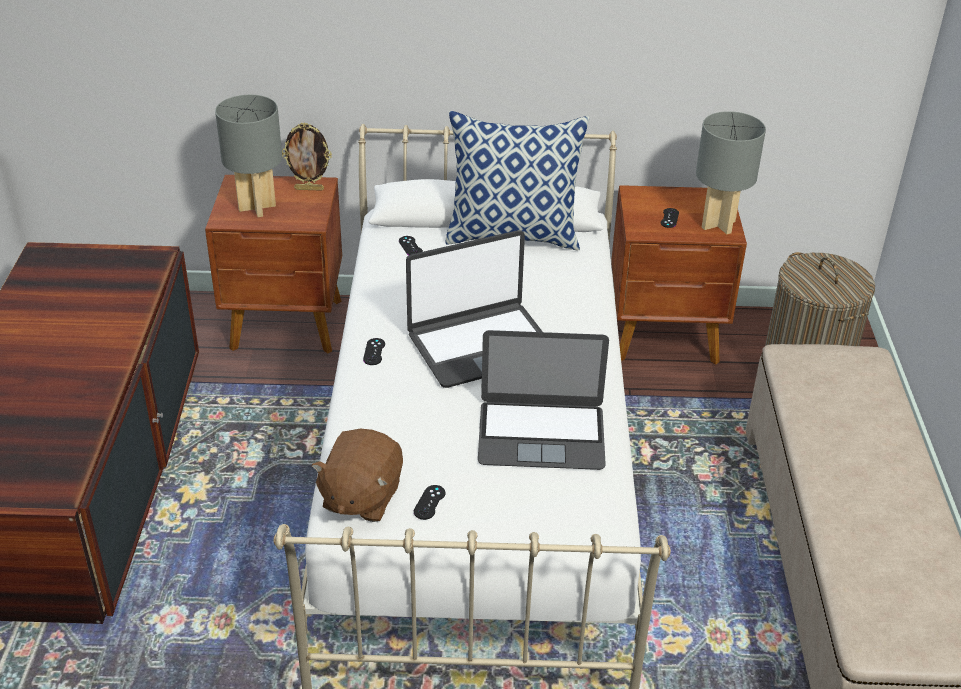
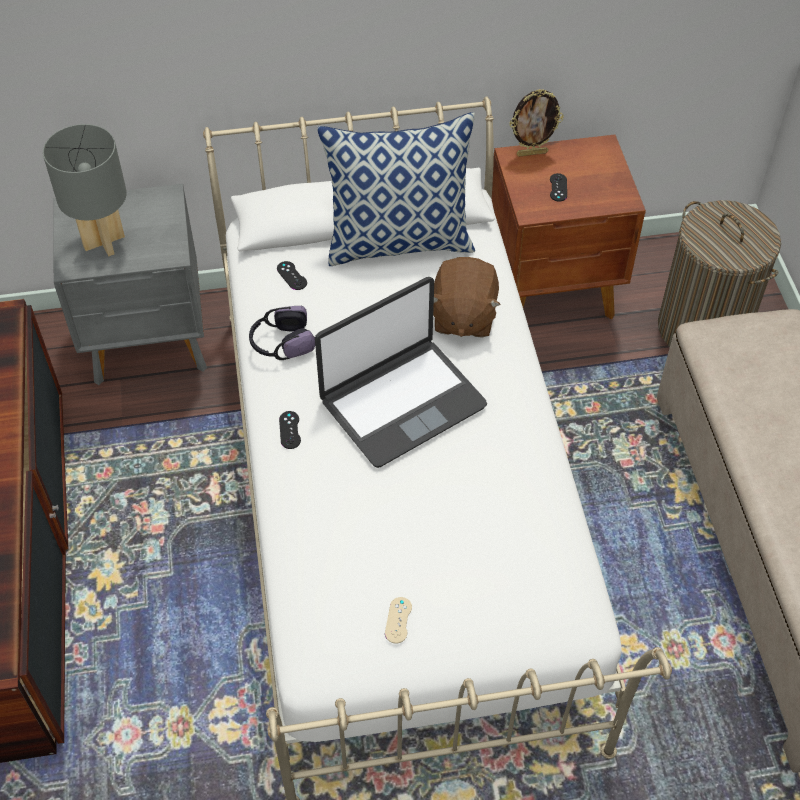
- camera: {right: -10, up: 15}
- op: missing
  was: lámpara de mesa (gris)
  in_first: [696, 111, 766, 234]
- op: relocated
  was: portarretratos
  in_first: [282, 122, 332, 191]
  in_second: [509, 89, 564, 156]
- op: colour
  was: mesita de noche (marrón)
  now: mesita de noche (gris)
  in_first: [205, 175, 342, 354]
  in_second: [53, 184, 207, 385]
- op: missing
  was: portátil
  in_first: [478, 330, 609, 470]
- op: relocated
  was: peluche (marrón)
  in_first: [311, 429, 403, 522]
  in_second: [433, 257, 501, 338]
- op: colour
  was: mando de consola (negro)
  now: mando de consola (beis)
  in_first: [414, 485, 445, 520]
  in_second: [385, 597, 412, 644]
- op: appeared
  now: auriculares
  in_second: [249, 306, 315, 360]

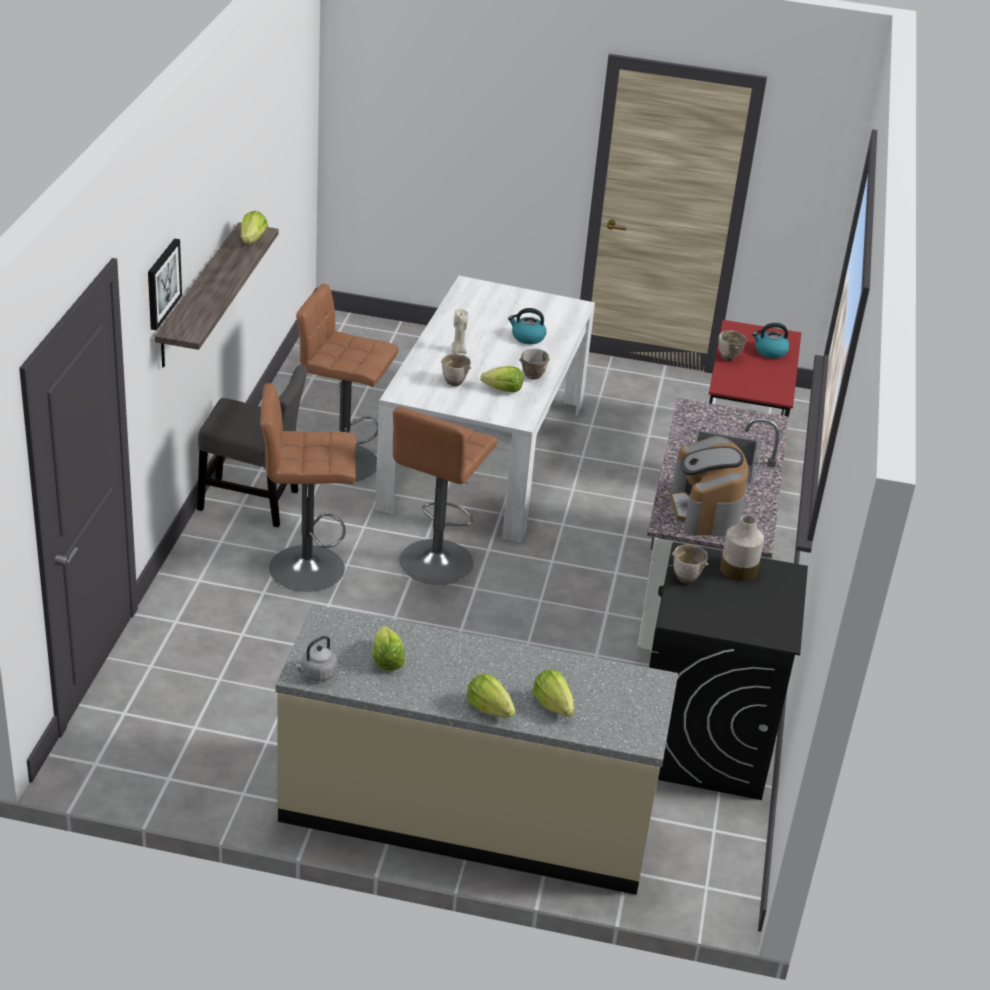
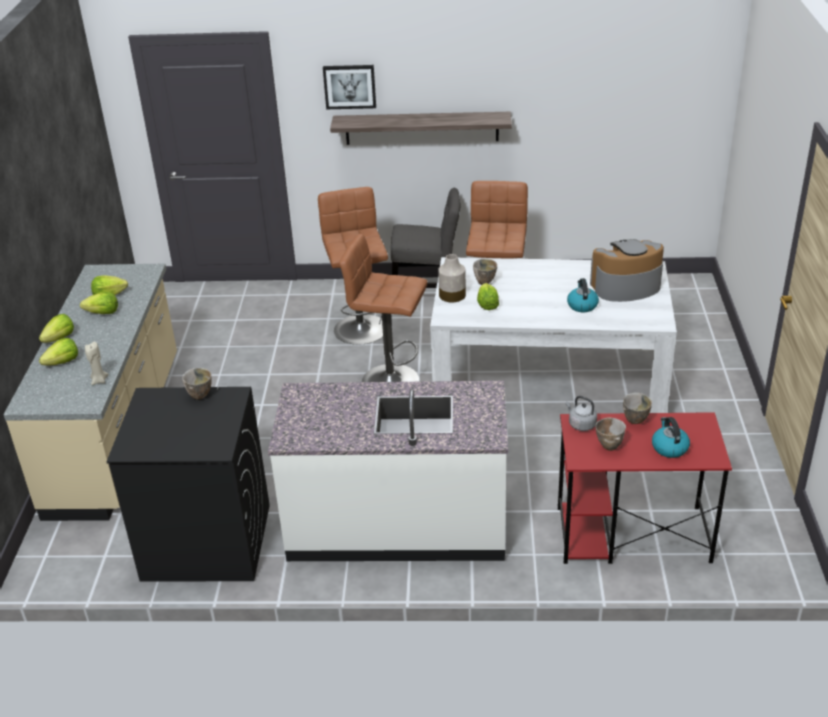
- camera: {right: 85, up: 0}
- op: relocated
  was: lechuga
  in_first: [241, 211, 268, 244]
  in_second: [80, 292, 118, 314]
- op: relocated
  was: vela (beis)
  in_first: [452, 309, 468, 354]
  in_second: [85, 342, 108, 385]
- op: relocated
  was: cuenco
  in_first: [519, 348, 550, 379]
  in_second: [595, 418, 626, 451]
- op: spun
  was: silla (gris)
  in_first: [197, 364, 308, 527]
  in_second: [391, 188, 461, 288]
  clockwise: -90
- op: relocated
  was: cafetera
  in_first: [670, 436, 749, 536]
  in_second: [590, 239, 664, 302]
- op: relocated
  was: florero (beis)
  in_first: [720, 515, 764, 581]
  in_second: [438, 254, 466, 302]
- op: relocated
  was: hervidor (gris)
  in_first: [294, 636, 337, 681]
  in_second: [566, 396, 597, 431]

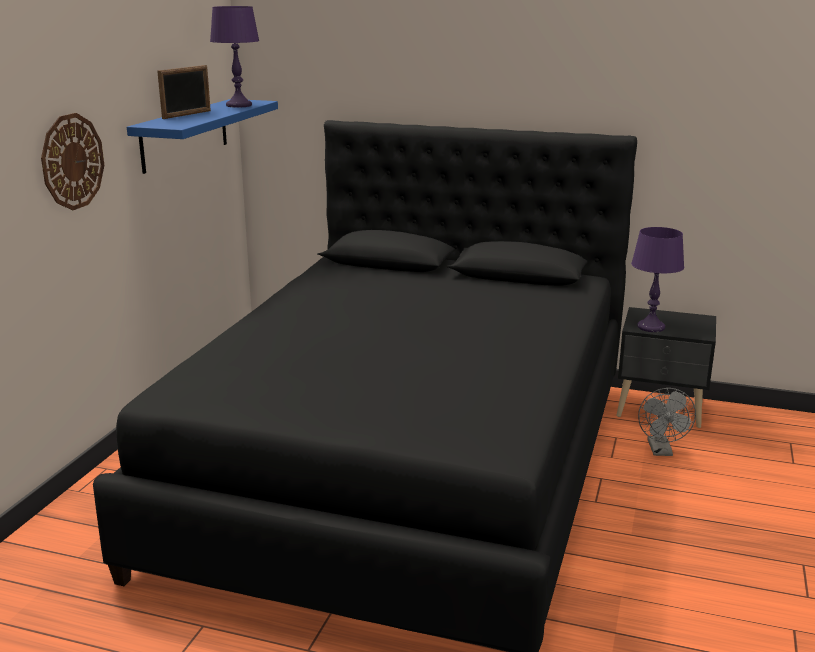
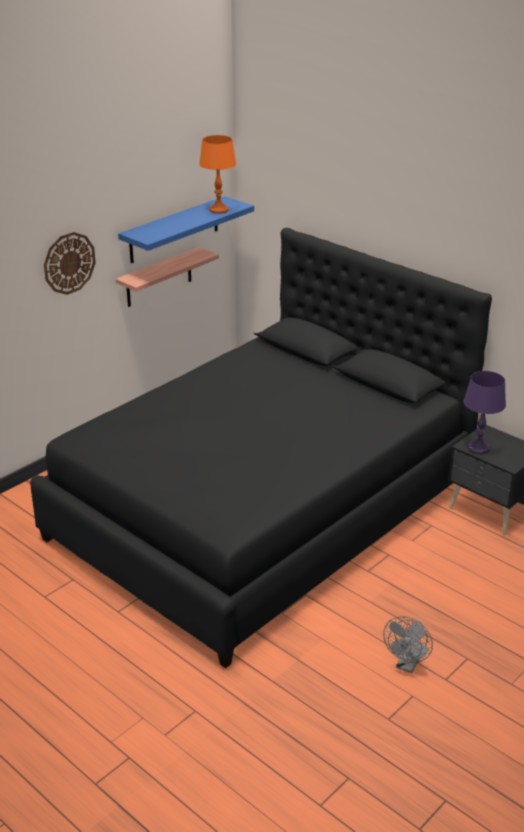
- camera: {right: 25, up: 10}
- op: colour
  was: lámpara de mesa (morado)
  now: lámpara de mesa (naranja)
  in_first: [210, 6, 260, 108]
  in_second: [199, 135, 236, 214]
- op: missing
  was: portarretratos
  in_first: [157, 65, 211, 119]
- op: relocated
  was: ventilador (gris)
  in_first: [638, 388, 696, 456]
  in_second: [383, 616, 433, 673]
- op: appeared
  now: estante
  in_second: [116, 247, 219, 307]

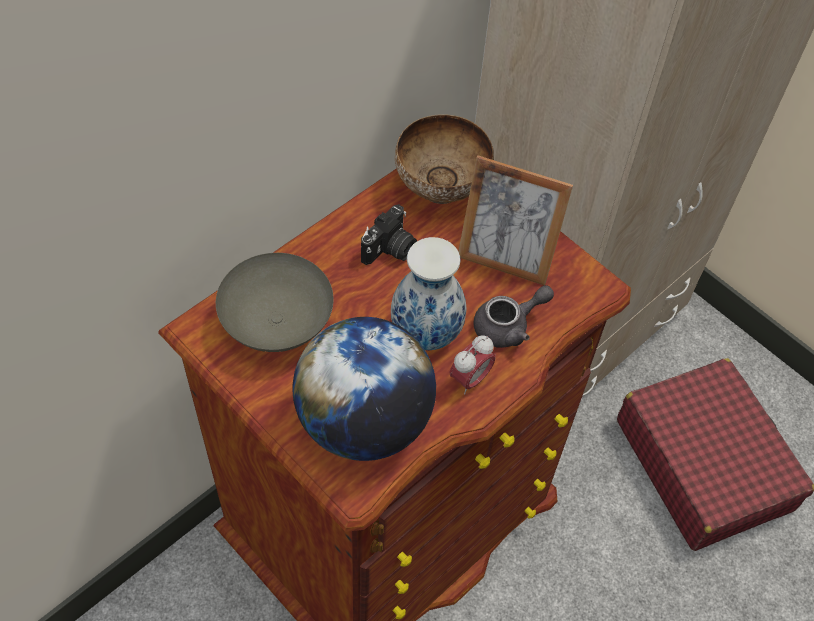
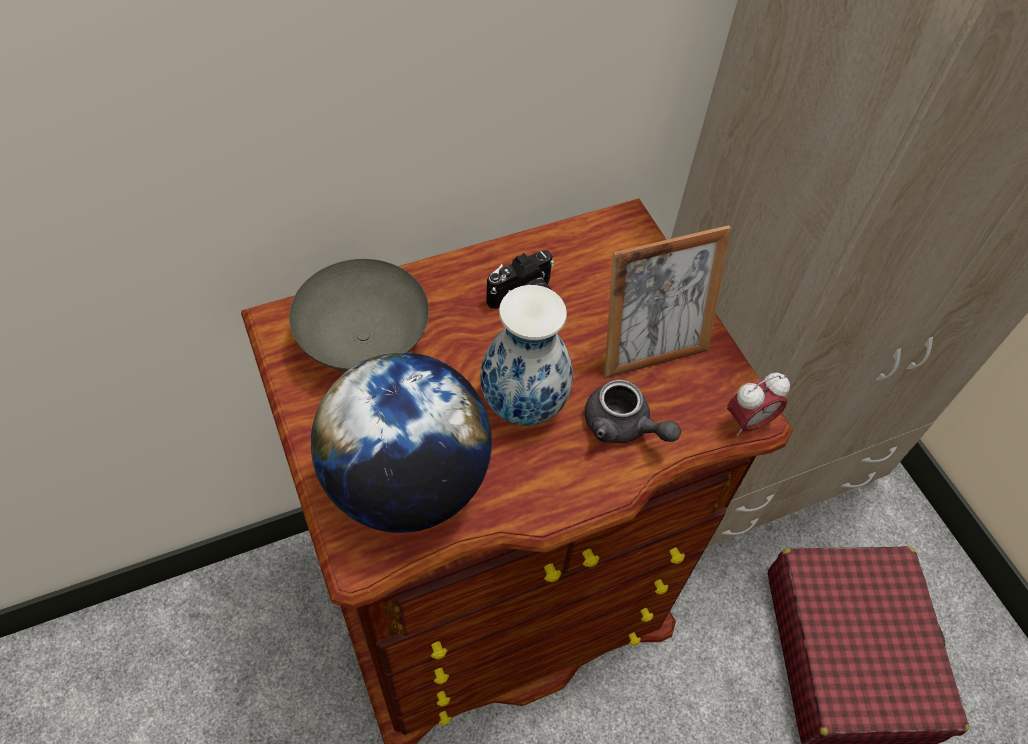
- camera: {right: 20, up: 0}
- op: missing
  was: cuenco
  in_first: [395, 115, 494, 204]
- op: spun
  was: portarretratos
  in_first: [458, 155, 573, 285]
  in_second: [604, 225, 731, 378]
  clockwise: -60
- op: spun
  was: tetera (gris)
  in_first: [473, 285, 554, 348]
  in_second: [585, 379, 681, 443]
  clockwise: 45
- op: relocated
  was: despertador
  in_first: [449, 335, 495, 394]
  in_second: [727, 373, 790, 436]

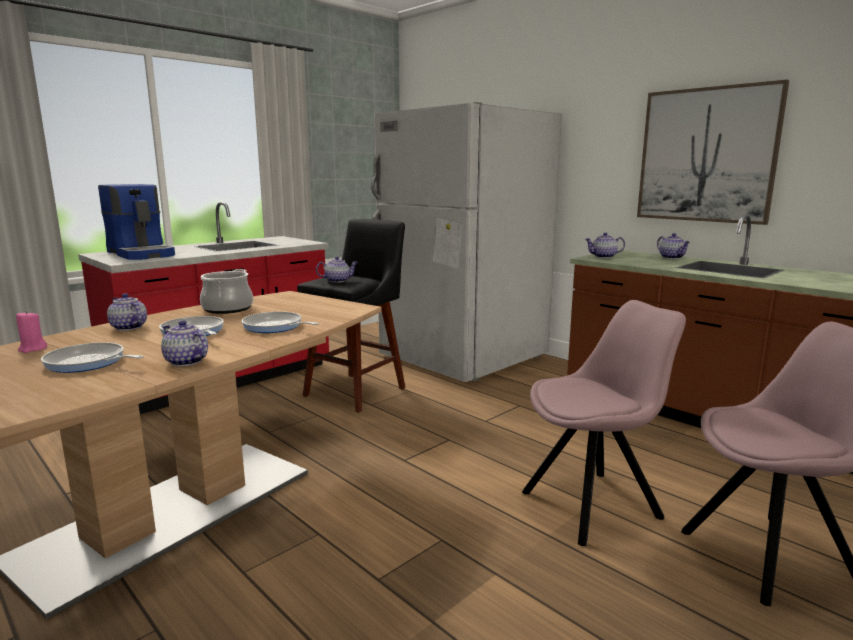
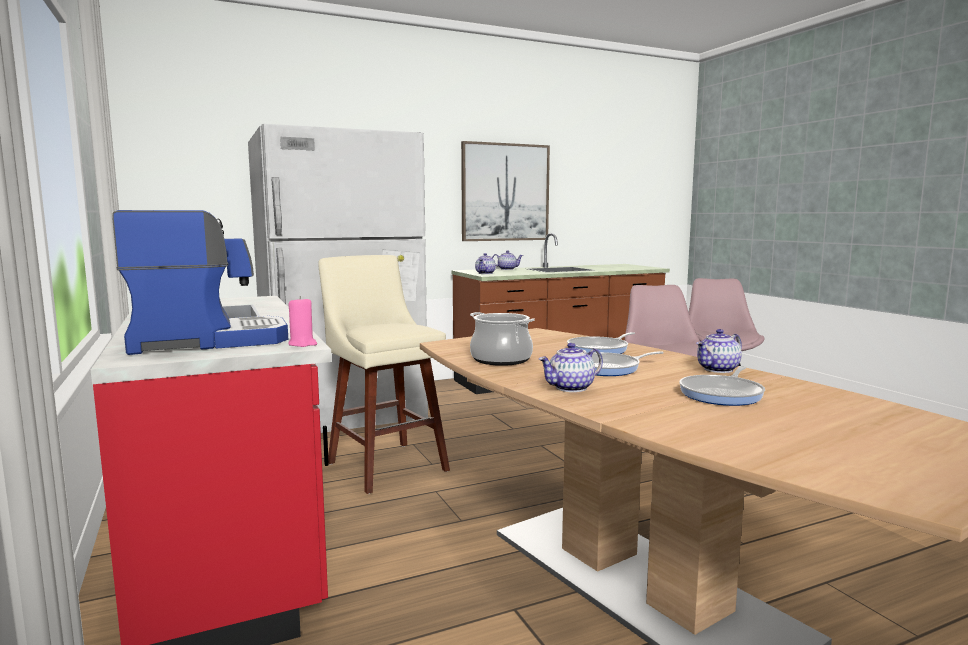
- camera: {right: -70, up: -5}
- op: colour
  was: taburete (negro)
  now: taburete (beis)
  in_first: [297, 219, 406, 413]
  in_second: [318, 255, 450, 494]
- op: missing
  was: tetera
  in_first: [316, 256, 358, 283]
- op: relocated
  was: vela (rosa)
  in_first: [16, 311, 47, 353]
  in_second: [288, 296, 317, 347]

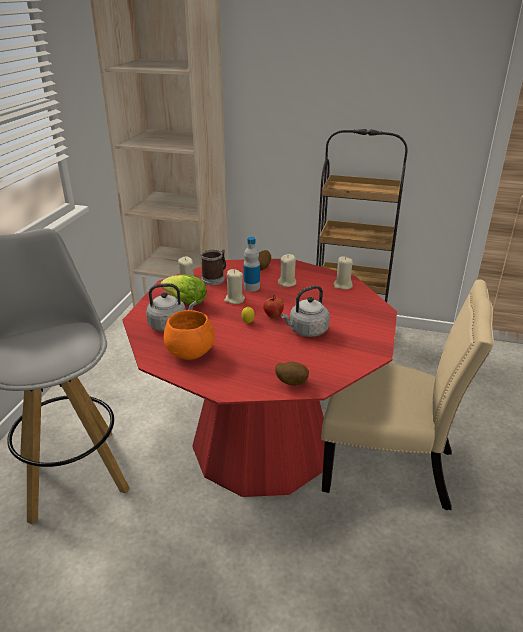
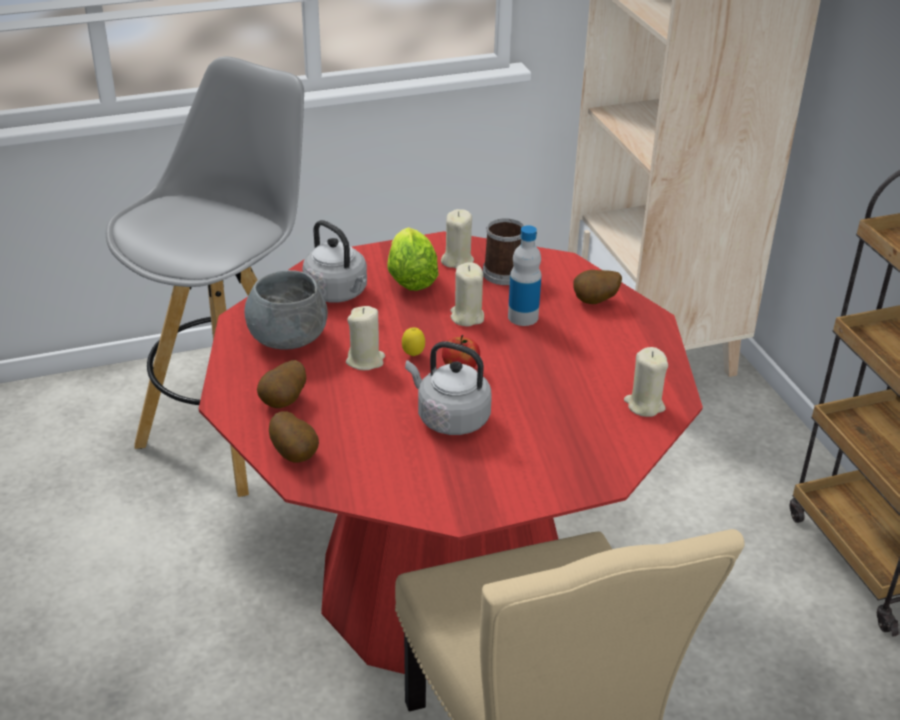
- camera: {right: 55, up: 5}
- op: relocated
  was: vela (beis)
  in_first: [278, 254, 296, 287]
  in_second: [346, 306, 385, 370]
- op: colour
  was: cuenco (naranja)
  now: cuenco (gris)
  in_first: [163, 310, 215, 360]
  in_second: [244, 270, 328, 350]
- op: appeared
  now: patata
  in_second: [257, 360, 306, 408]

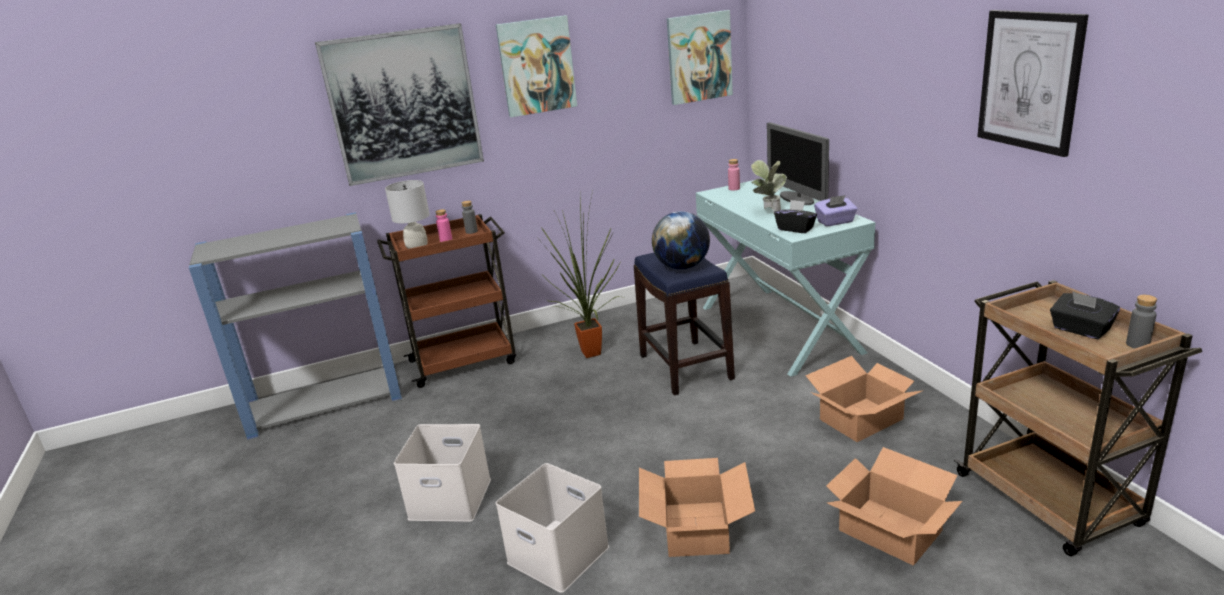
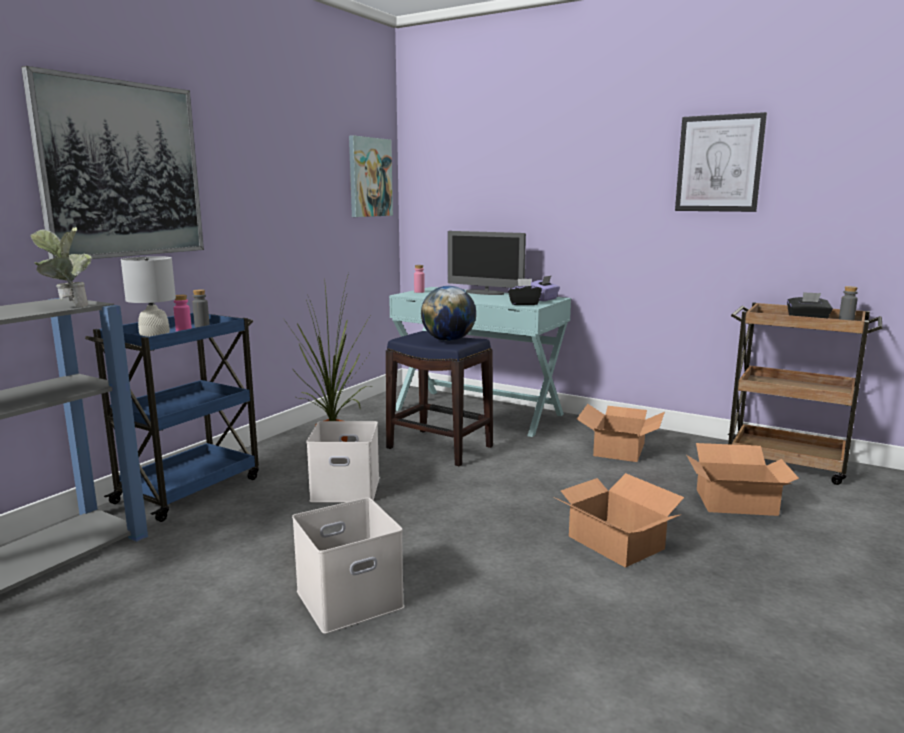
- camera: {right: -40, up: -10}
- op: missing
  was: cuadro
  in_first: [495, 15, 577, 117]
- op: relocated
  was: planta en maceta
  in_first: [751, 160, 787, 214]
  in_second: [30, 227, 92, 307]
- op: colour
  was: carrito (marrón)
  now: carrito (azul)
  in_first: [377, 214, 516, 388]
  in_second: [85, 313, 259, 522]
- op: relocated
  was: caja de almacenaje (blanco)
  in_first: [496, 463, 609, 593]
  in_second: [307, 421, 379, 502]

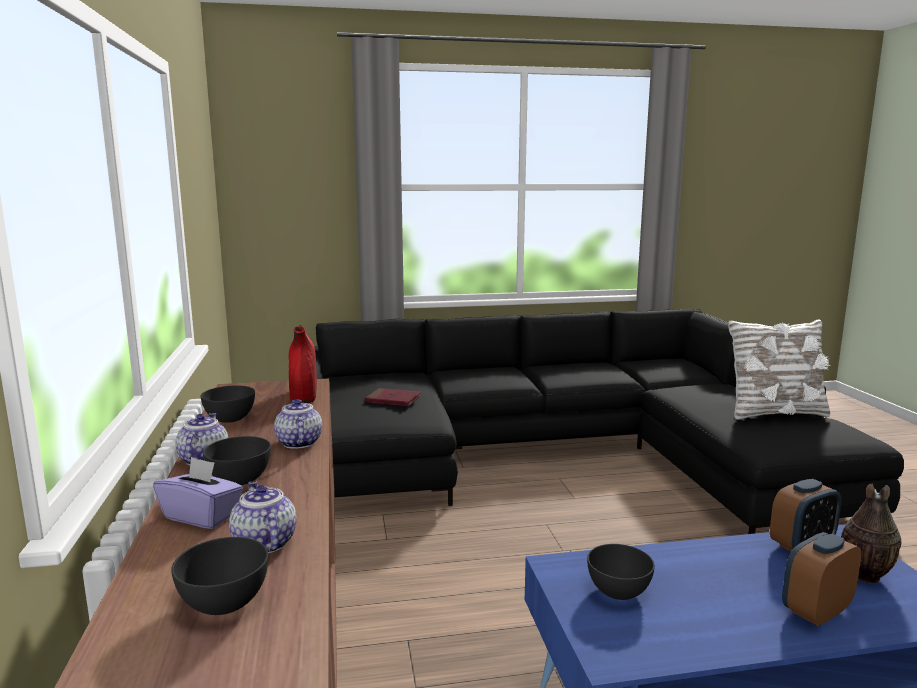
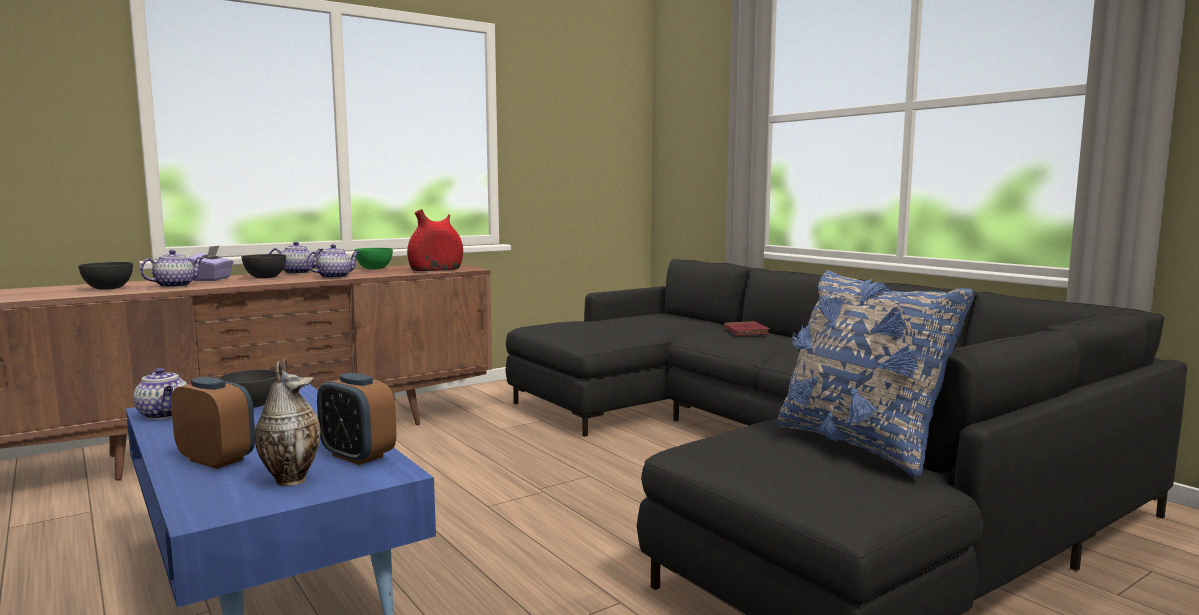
- camera: {right: 65, up: -5}
- op: colour
  was: cojín (blanco)
  now: cojín (azul)
  in_first: [728, 320, 831, 420]
  in_second: [778, 270, 974, 478]
- op: colour
  was: cuenco (gris)
  now: cuenco (verde)
  in_first: [200, 385, 255, 423]
  in_second: [354, 248, 393, 269]
- op: relocated
  was: libro (rojo)
  in_first: [365, 388, 421, 406]
  in_second: [724, 321, 770, 336]
- op: appeared
  now: tetera
  in_second: [134, 368, 187, 419]

